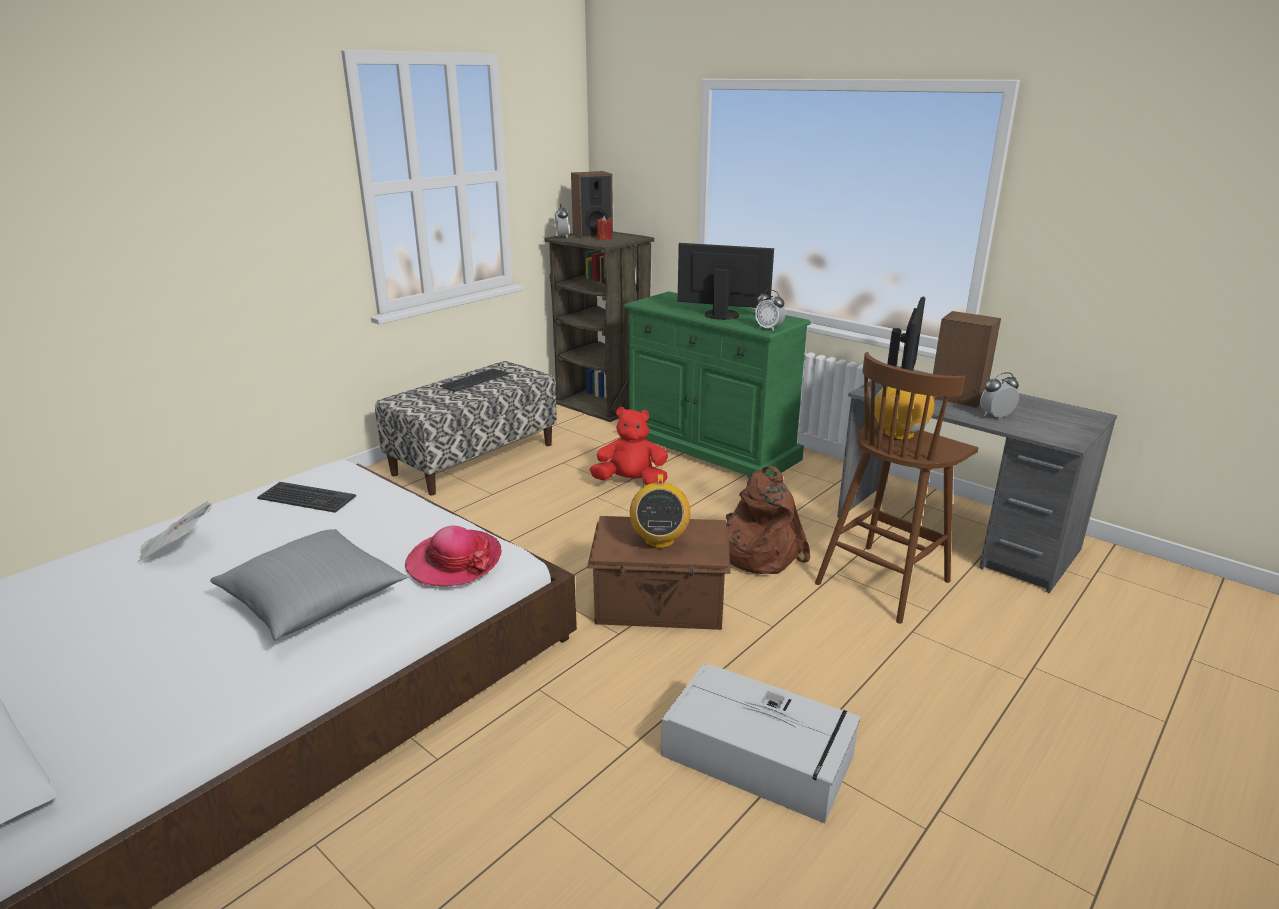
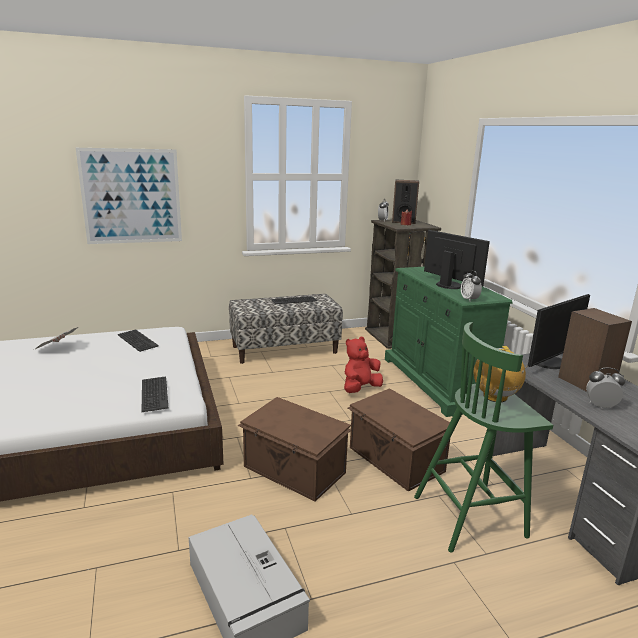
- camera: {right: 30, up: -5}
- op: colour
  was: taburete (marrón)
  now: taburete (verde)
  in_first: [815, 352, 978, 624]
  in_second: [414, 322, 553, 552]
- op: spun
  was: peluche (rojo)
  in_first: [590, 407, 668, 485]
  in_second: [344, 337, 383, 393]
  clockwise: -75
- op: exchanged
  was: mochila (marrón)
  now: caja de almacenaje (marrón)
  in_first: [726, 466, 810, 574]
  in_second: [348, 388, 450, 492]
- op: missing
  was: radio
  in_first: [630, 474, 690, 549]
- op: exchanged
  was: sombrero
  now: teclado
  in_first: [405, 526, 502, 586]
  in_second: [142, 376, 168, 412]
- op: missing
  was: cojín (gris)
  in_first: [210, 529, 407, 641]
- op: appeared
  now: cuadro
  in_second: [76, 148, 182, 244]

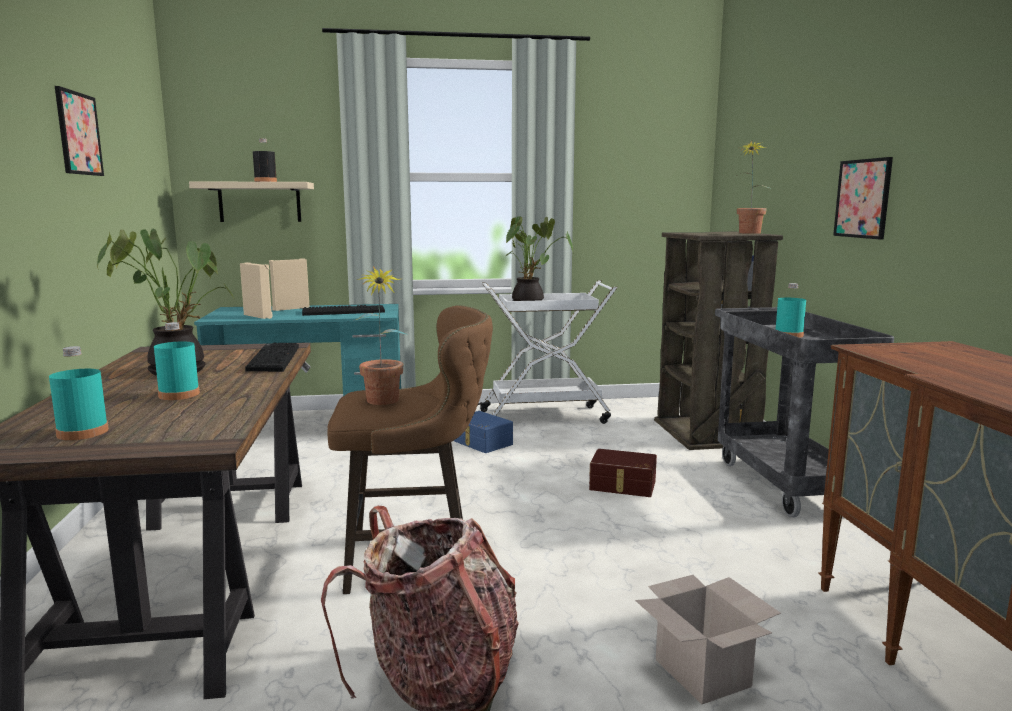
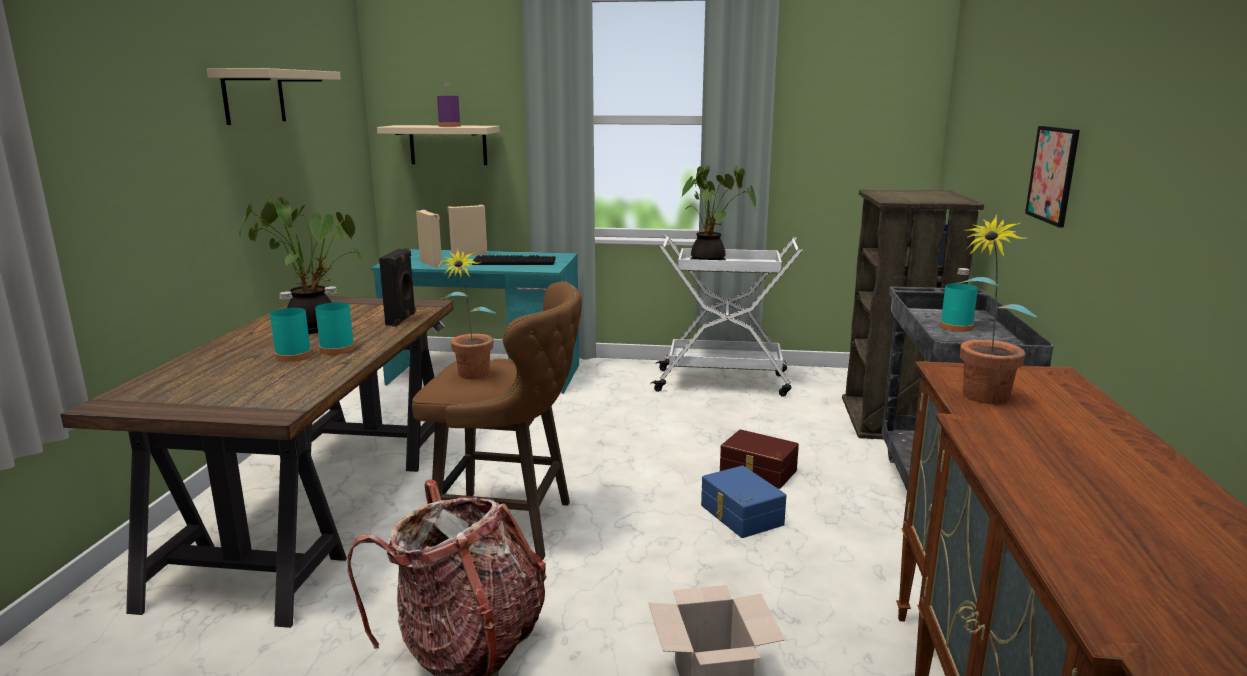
- camera: {right: 15, up: 5}
- op: exchanged
  was: cuadro
  now: estante (beis)
  in_first: [55, 86, 104, 176]
  in_second: [207, 68, 341, 125]
- op: colour
  was: botella (negro)
  now: botella (morado)
  in_first: [253, 138, 277, 182]
  in_second: [437, 83, 461, 127]
- op: relocated
  was: planta en maceta
  in_first: [736, 141, 769, 234]
  in_second: [959, 215, 1037, 404]
- op: exchanged
  was: teclado
  now: altavoz (negro)
  in_first: [245, 343, 299, 372]
  in_second: [379, 248, 416, 327]
- op: relocated
  was: botella (turquesa)
  in_first: [49, 346, 109, 440]
  in_second: [315, 286, 355, 355]
- op: relocated
  was: caja de almacenaje (azul)
  in_first: [454, 411, 513, 453]
  in_second: [701, 466, 786, 538]

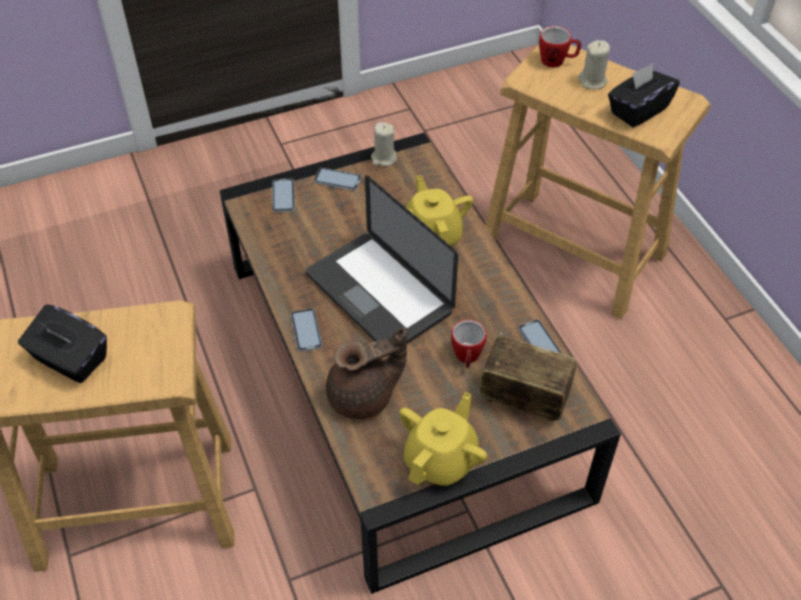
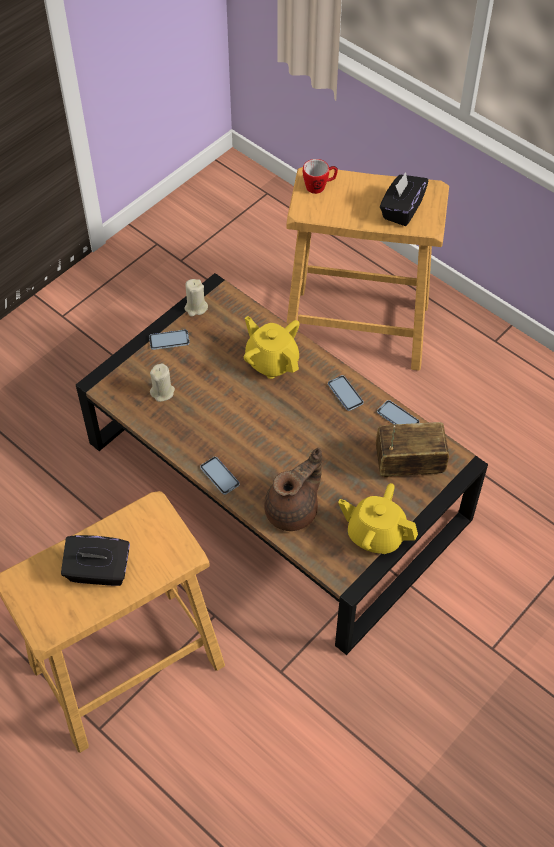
- camera: {right: -25, up: 5}
- op: relocated
  was: vela (beis)
  in_first: [578, 40, 610, 89]
  in_second: [150, 363, 175, 402]
- op: missing
  was: portátil
  in_first: [306, 175, 458, 344]
- op: relocated
  was: móvil
  in_first: [272, 178, 295, 212]
  in_second: [328, 375, 364, 411]
- op: missing
  was: taza grande
  in_first: [451, 320, 486, 368]
- op: spun
  was: tetera (amarillo)
  in_first: [399, 392, 487, 486]
  in_second: [338, 483, 418, 554]
  clockwise: -75

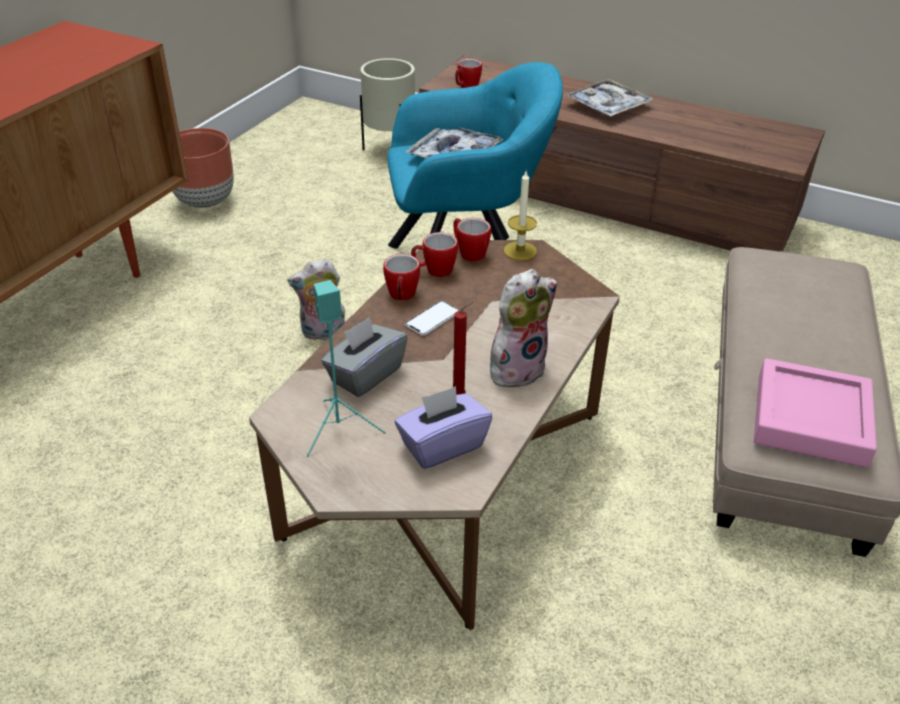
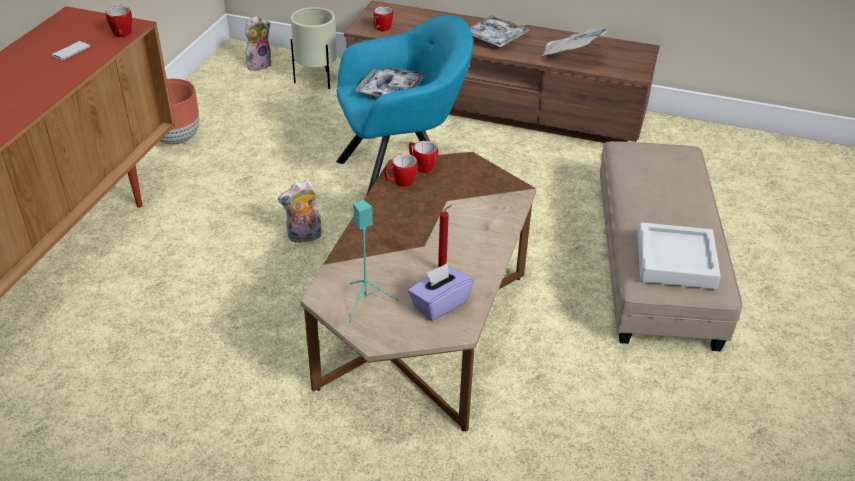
- camera: {right: -10, up: 0}
- op: missing
  was: vela
  in_first: [504, 171, 537, 261]
- op: relocated
  was: taza grande
  in_first: [383, 254, 420, 301]
  in_second: [105, 6, 132, 37]
- op: relocated
  was: peluche
  in_first: [490, 269, 557, 387]
  in_second: [245, 15, 271, 71]
- op: relocated
  was: móvil
  in_first: [405, 301, 460, 336]
  in_second: [51, 41, 91, 60]
- op: missing
  was: caja de pañuelos (gris)
  in_first: [321, 317, 407, 397]
- op: colour
  was: bandeja (rosa)
  now: bandeja (gris)
  in_first: [754, 358, 877, 468]
  in_second: [637, 222, 721, 289]
- op: appeared
  now: periódico
  in_second: [542, 25, 608, 56]

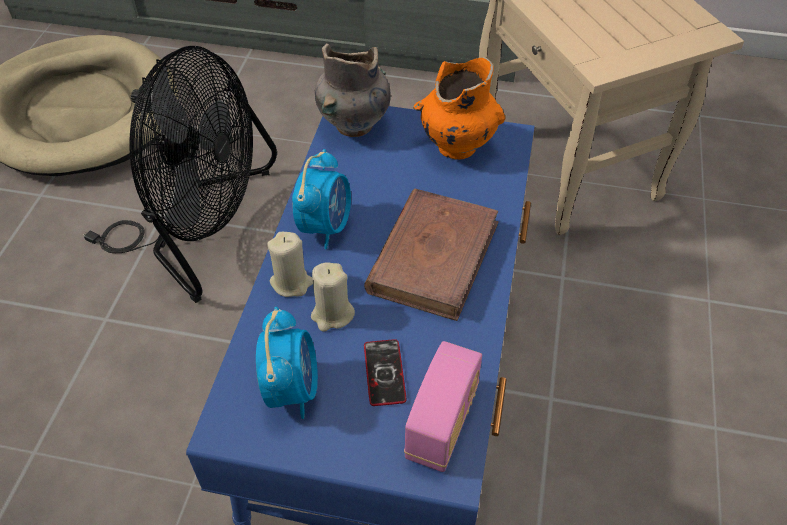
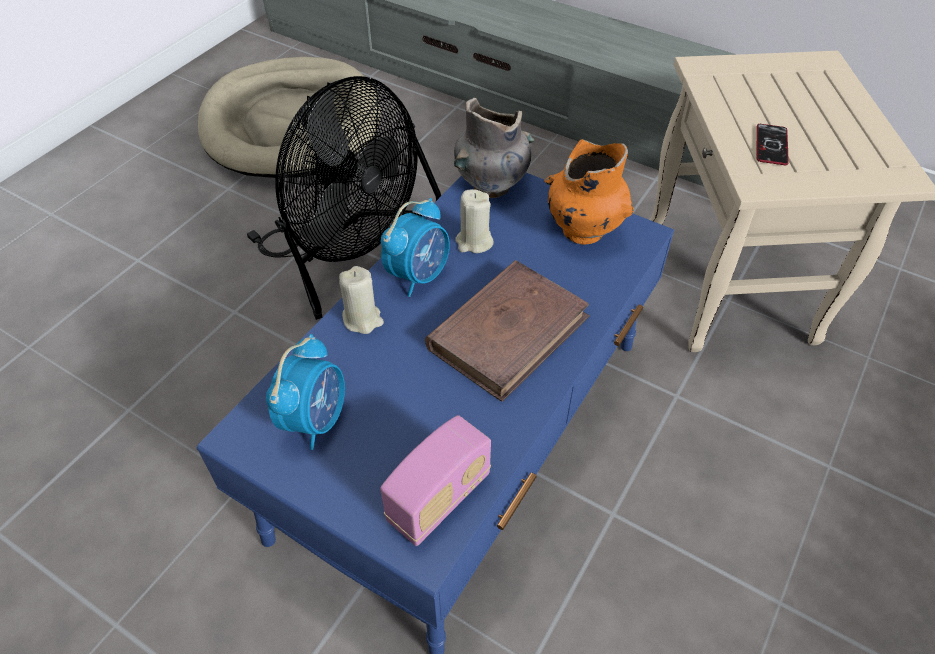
- camera: {right: 20, up: 0}
- op: relocated
  was: vela (beis)
  in_first: [311, 262, 355, 332]
  in_second: [455, 189, 494, 253]
- op: relocated
  was: móvil
  in_first: [364, 339, 407, 406]
  in_second: [756, 124, 789, 165]

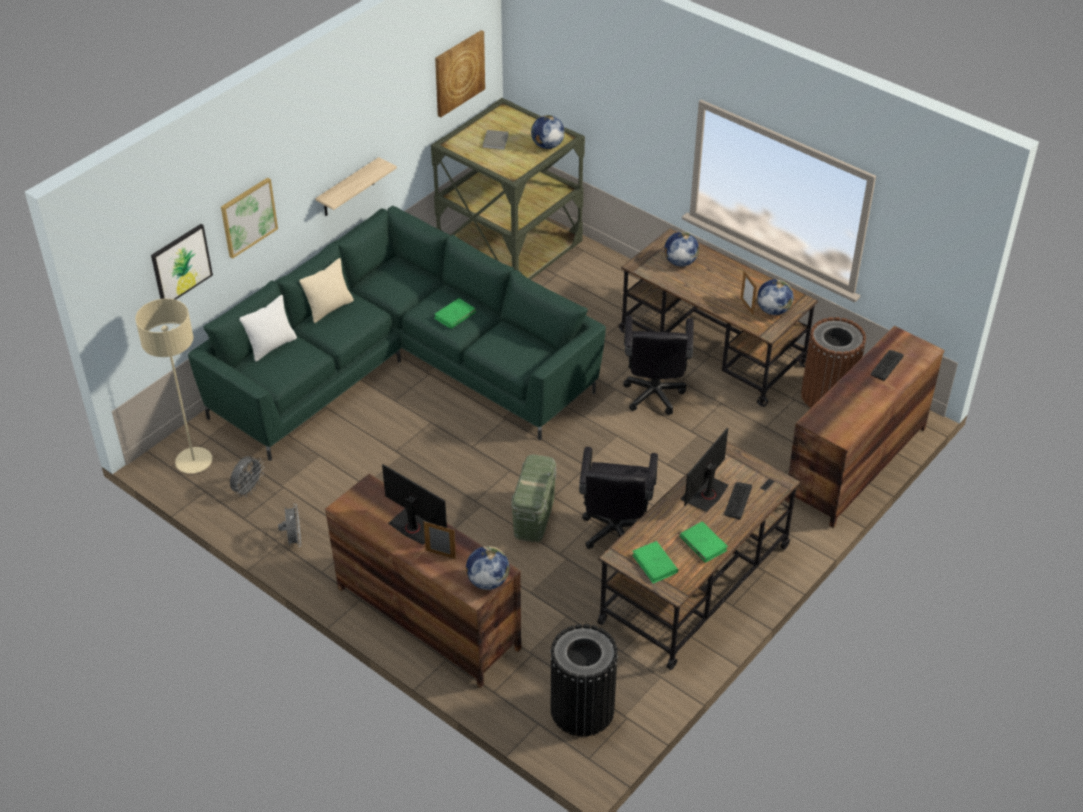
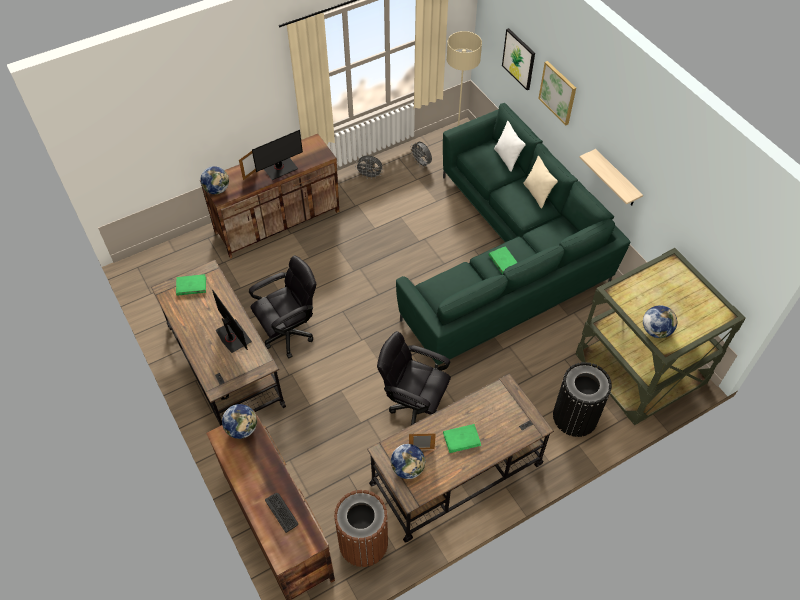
- camera: {right: 110, up: 10}
- op: missing
  was: cuadro
  in_first: [435, 30, 485, 118]
- op: missing
  was: libro (gris)
  in_first: [482, 130, 509, 150]
- op: relocated
  was: globo terráqueo
  in_first: [664, 232, 699, 267]
  in_second: [222, 404, 257, 439]
- op: spun
  was: silla de oficina (negro)
  in_first: [579, 447, 658, 549]
  in_second: [249, 256, 316, 358]
  clockwise: 120
- op: missing
  was: caja de almacenaje (verde)
  in_first: [511, 455, 556, 542]
- op: missing
  was: teclado
  in_first: [724, 482, 752, 519]
- op: relocated
  was: libro (verde)
  in_first: [680, 521, 728, 563]
  in_second: [443, 424, 481, 453]
- op: relocated
  was: papelera (negro)
  in_first: [550, 624, 618, 736]
  in_second: [553, 362, 612, 437]

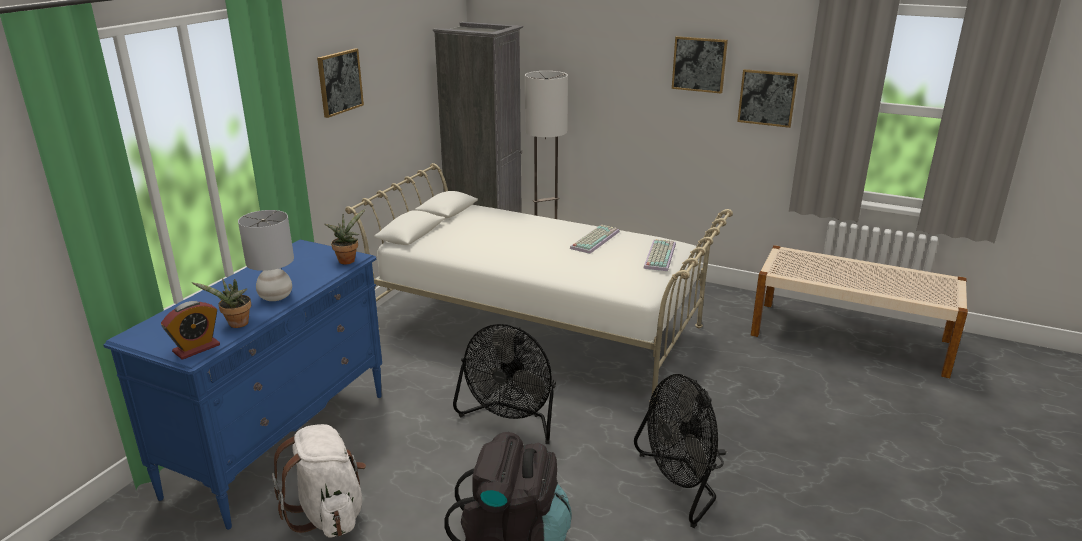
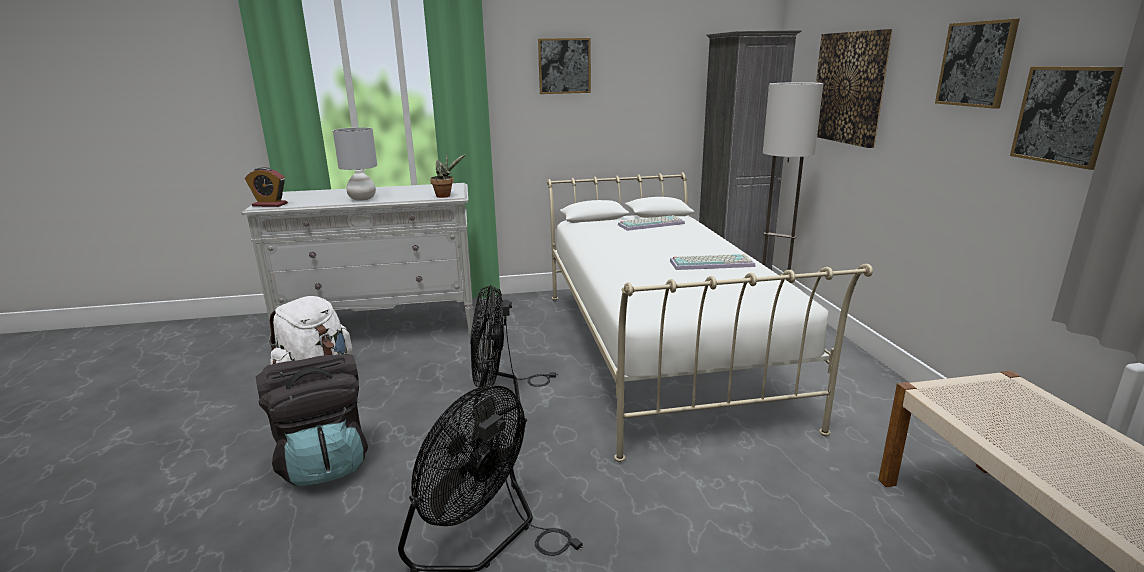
- camera: {right: 55, up: -5}
- op: colour
  was: cómoda (azul)
  now: cómoda (blanco)
  in_first: [104, 239, 382, 530]
  in_second: [241, 183, 473, 335]
- op: relocated
  was: teclado
  in_first: [643, 239, 676, 271]
  in_second: [618, 215, 685, 231]
- op: missing
  was: planta en maceta
  in_first: [191, 278, 251, 328]
- op: appeared
  now: cuadro
  in_second: [816, 29, 893, 148]

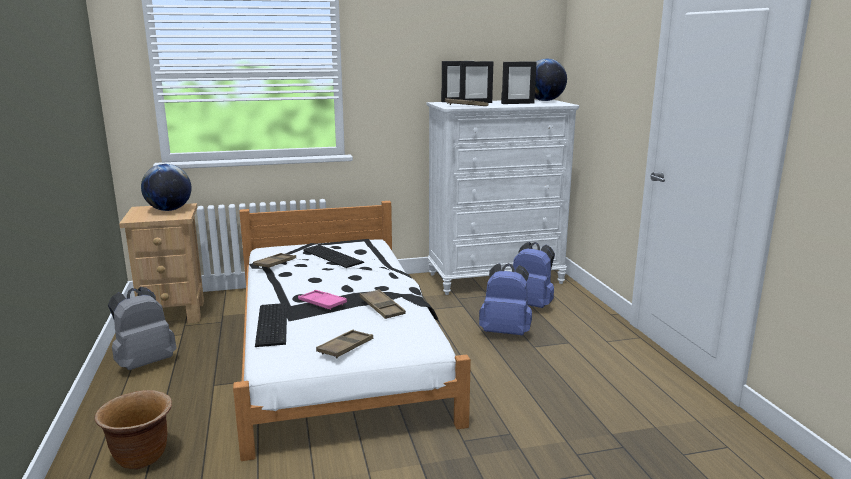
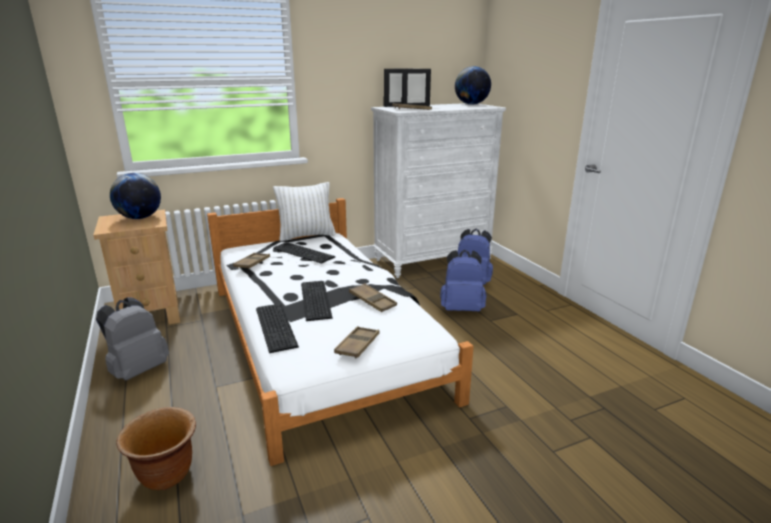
- camera: {right: -10, up: 5}
- op: missing
  was: portarretratos
  in_first: [501, 61, 536, 104]
- op: exchanged
  was: bandeja (rosa)
  now: teclado
  in_first: [298, 290, 347, 310]
  in_second: [301, 281, 332, 321]
- op: appeared
  now: cojín (blanco)
  in_second: [273, 182, 336, 241]

